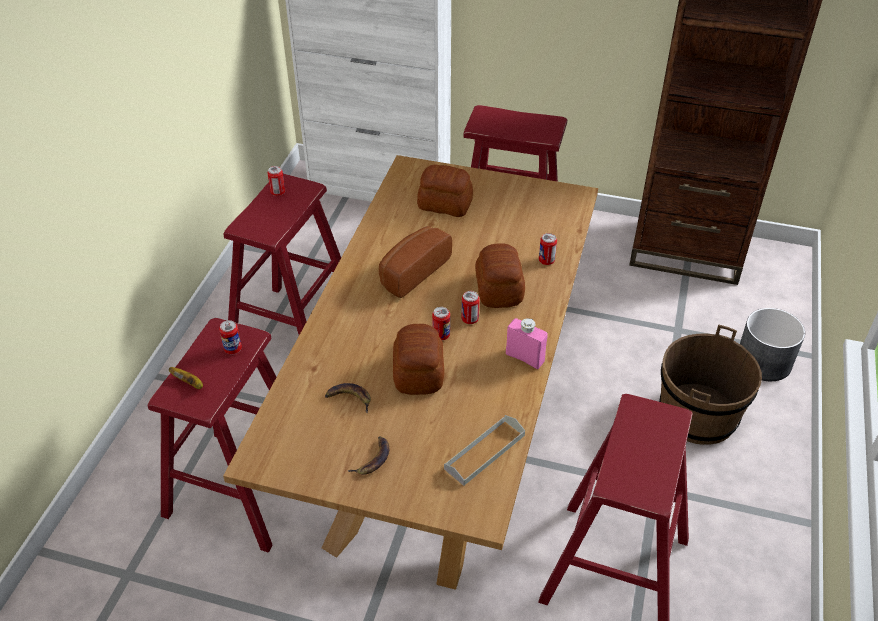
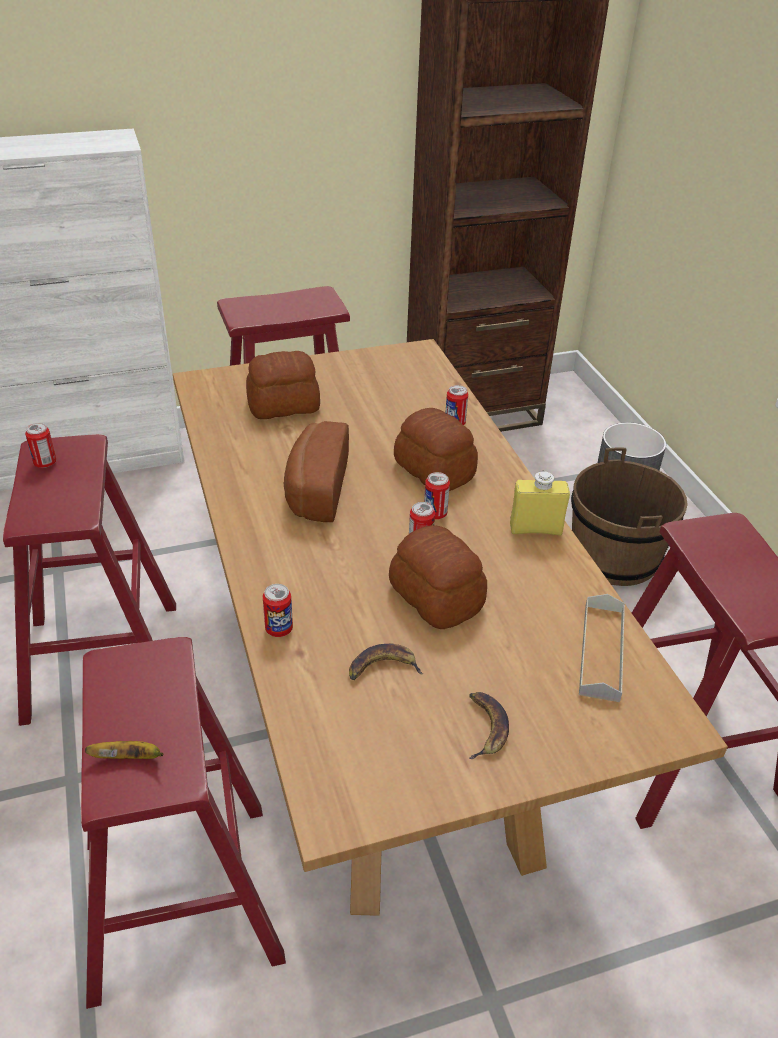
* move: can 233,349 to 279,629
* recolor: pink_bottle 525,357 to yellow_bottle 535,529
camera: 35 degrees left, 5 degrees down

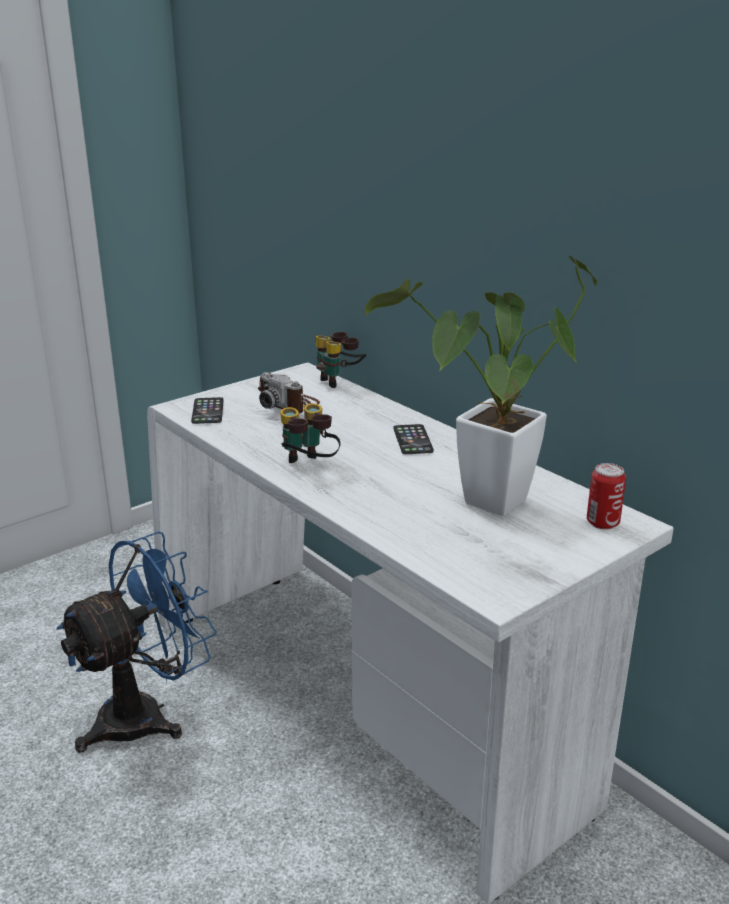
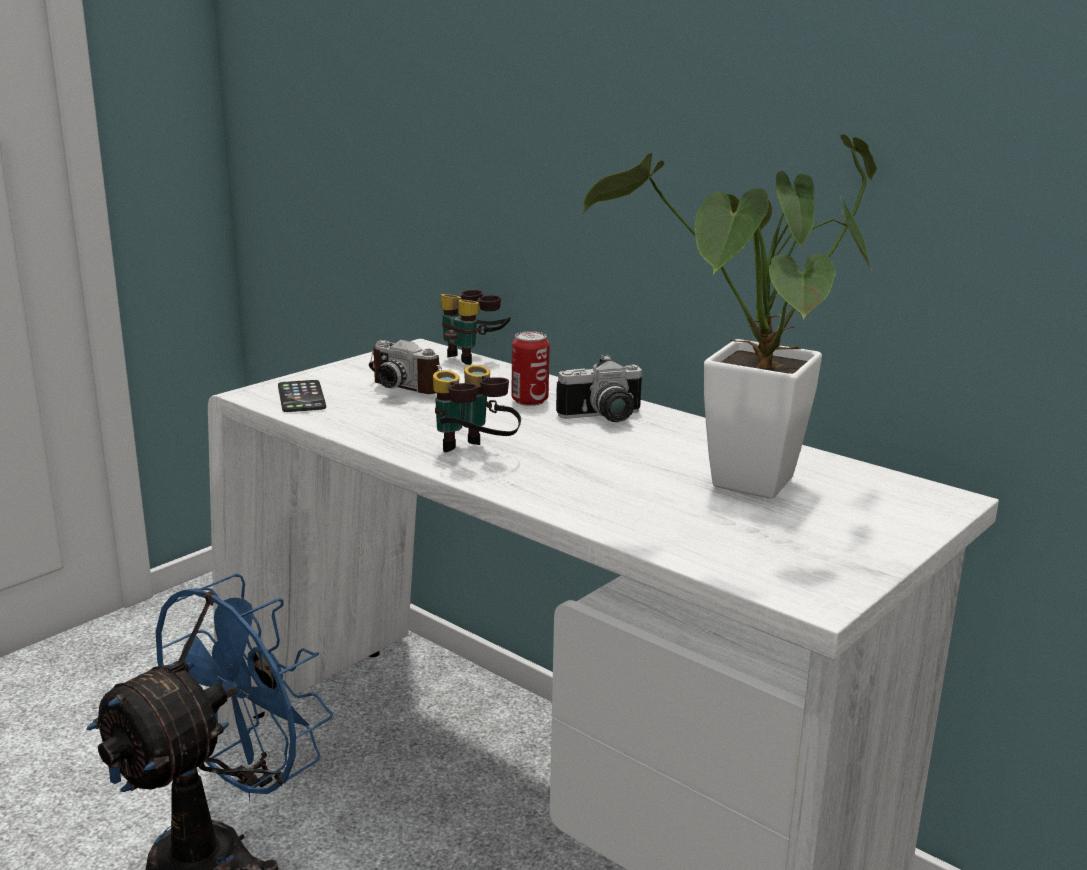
* replace: phone 412,440 to photo_camera 604,418
* move: can 602,523 to 529,401
camera: 10 degrees left, 5 degrees down

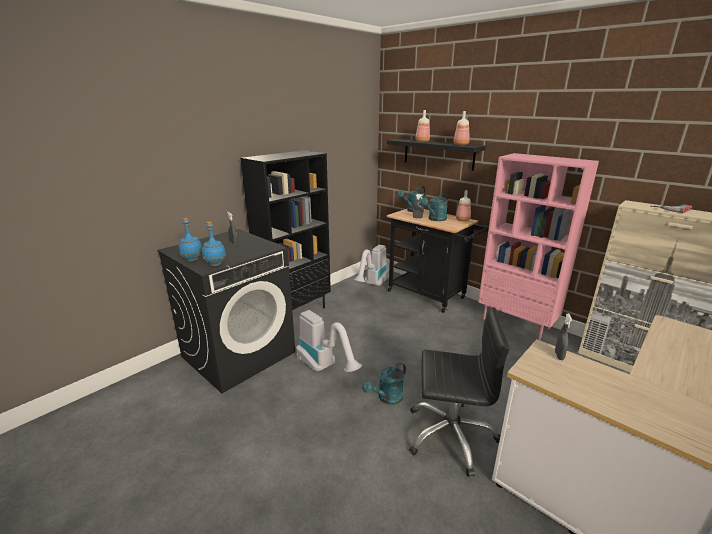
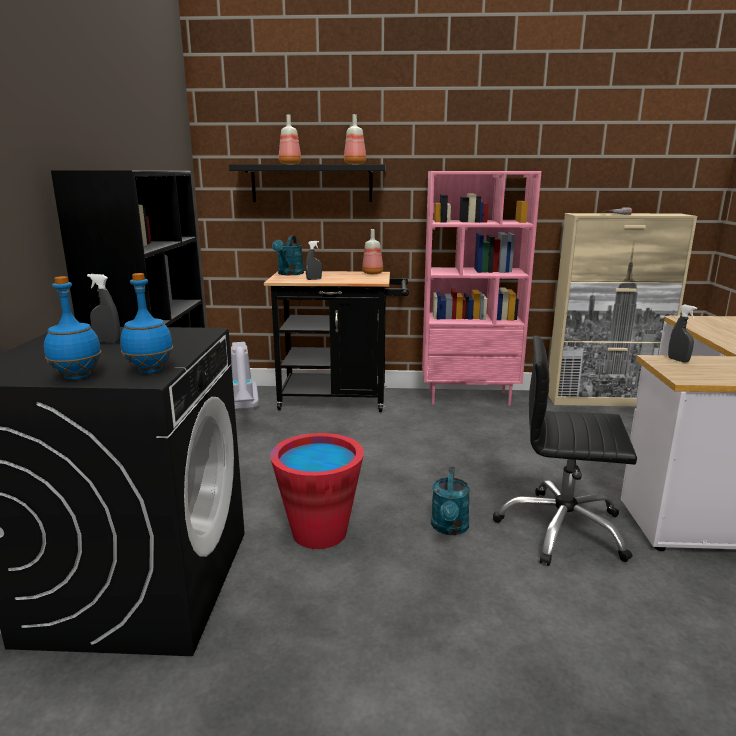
* replace: vacuum_cleaner 325,367 to red_bucket 319,532
* rotate: black_office_chair 450,435 = 562,529 135 degrees counterclockwise
* delete: turquoise_watering_can 435,219
camera: 40 degrees left, 5 degrees down

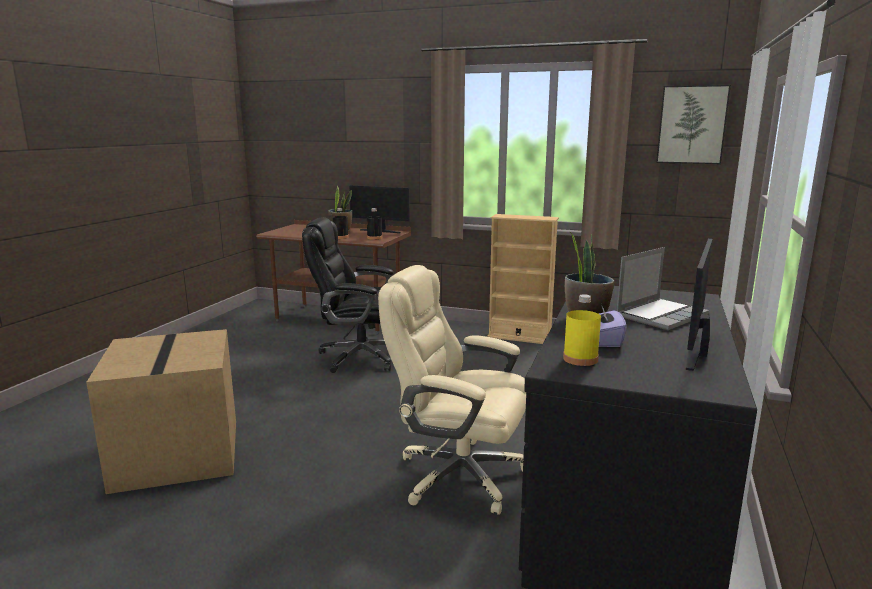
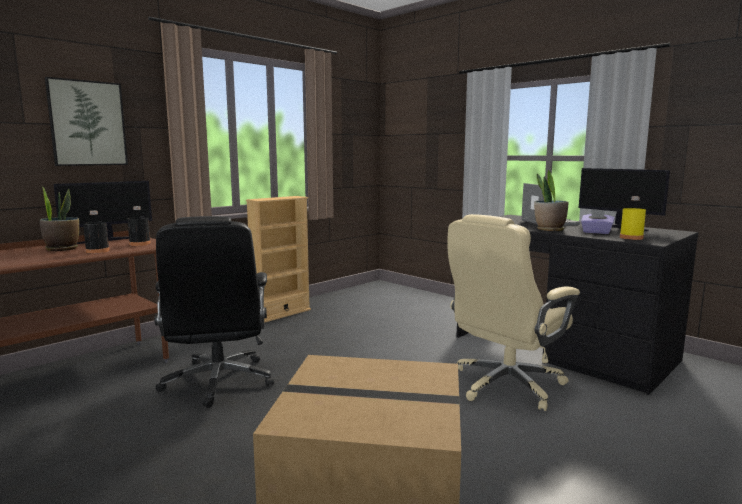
* rotate: black_office_chair 359,357 = 218,382 45 degrees counterclockwise
* move: picture 692,125 to 87,123
camera: 65 degrees left, 5 degrees down

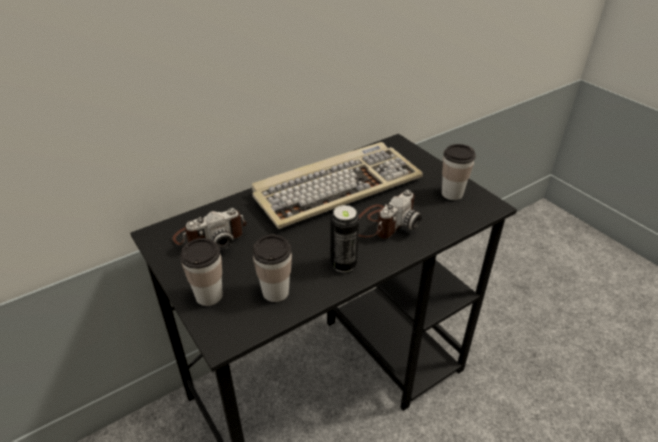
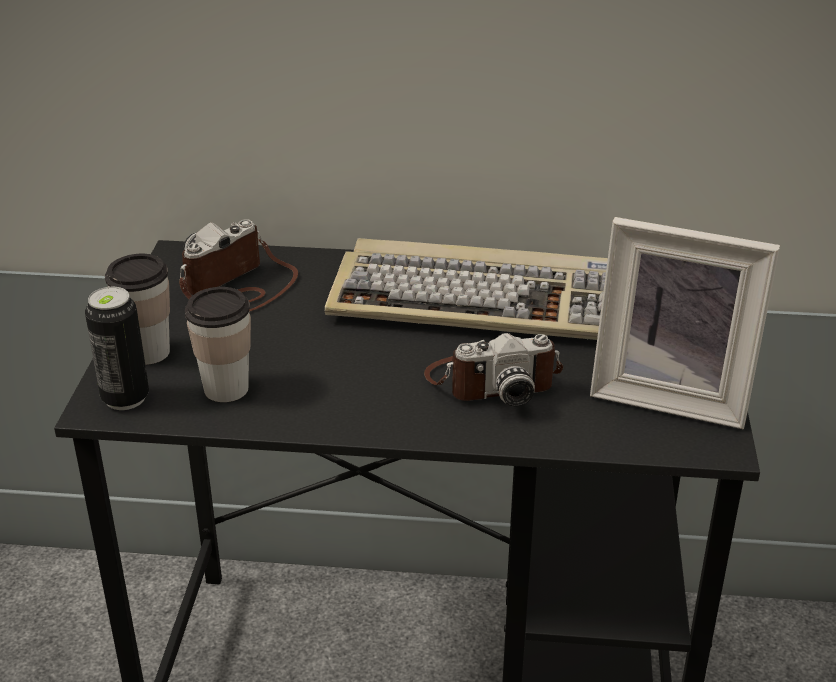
* rotate: photo_camera 210,236 = 239,286 120 degrees clockwise
* move: can 343,264 to 125,398
* replace: cup 452,193 to picture_frame 671,394
camera: 40 degrees right, 5 degrees down

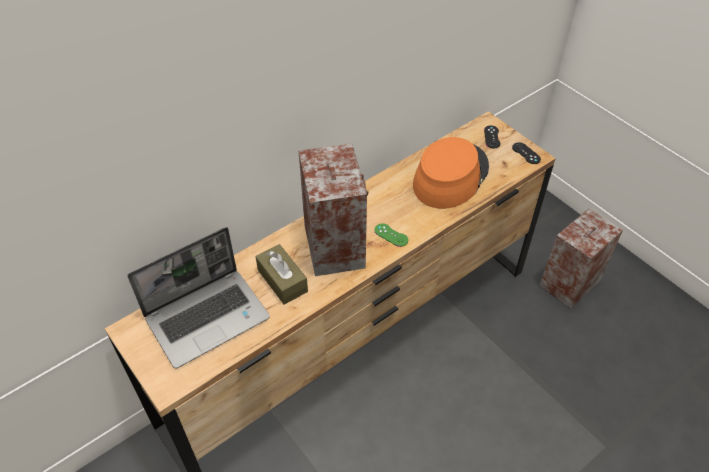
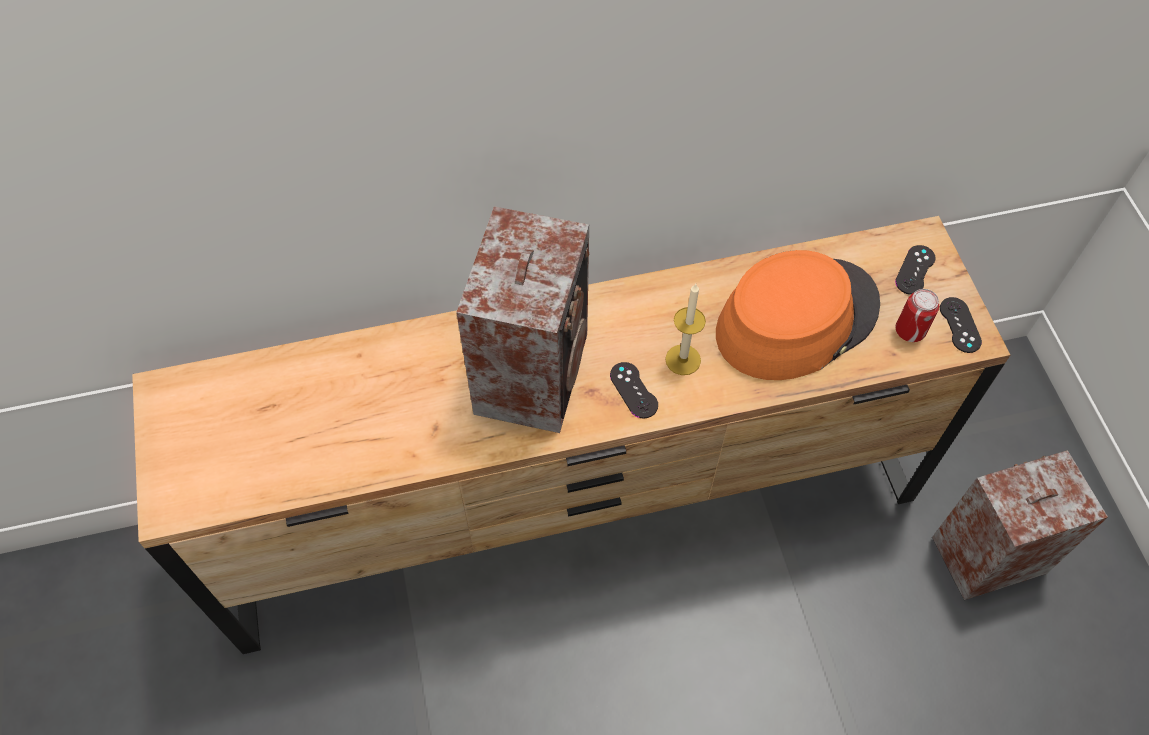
* delete: laptop 208,317
* delete: brown_tissue_box 282,280
* recolor: green_game_controller 391,235 to black_game_controller 633,390
* insert: candle 683,360
* insert: can 910,331
camera: 25 degrees right, 10 degrees up

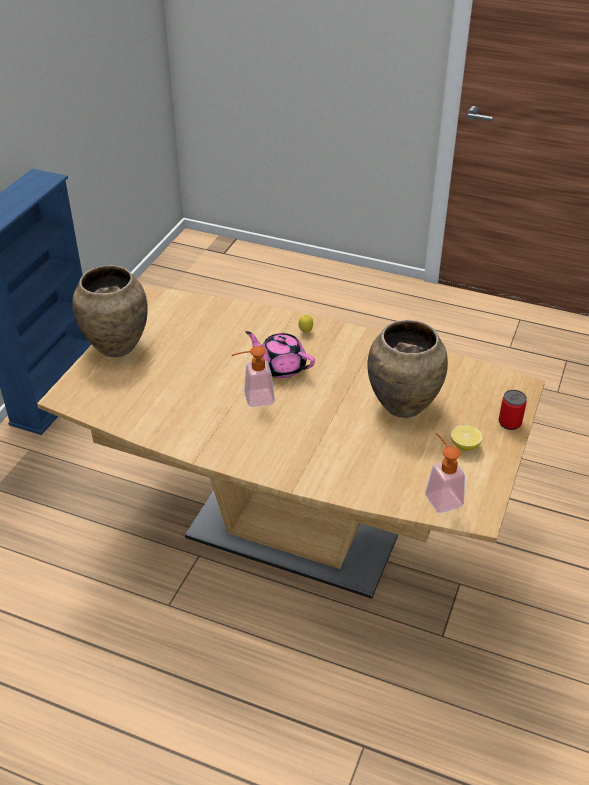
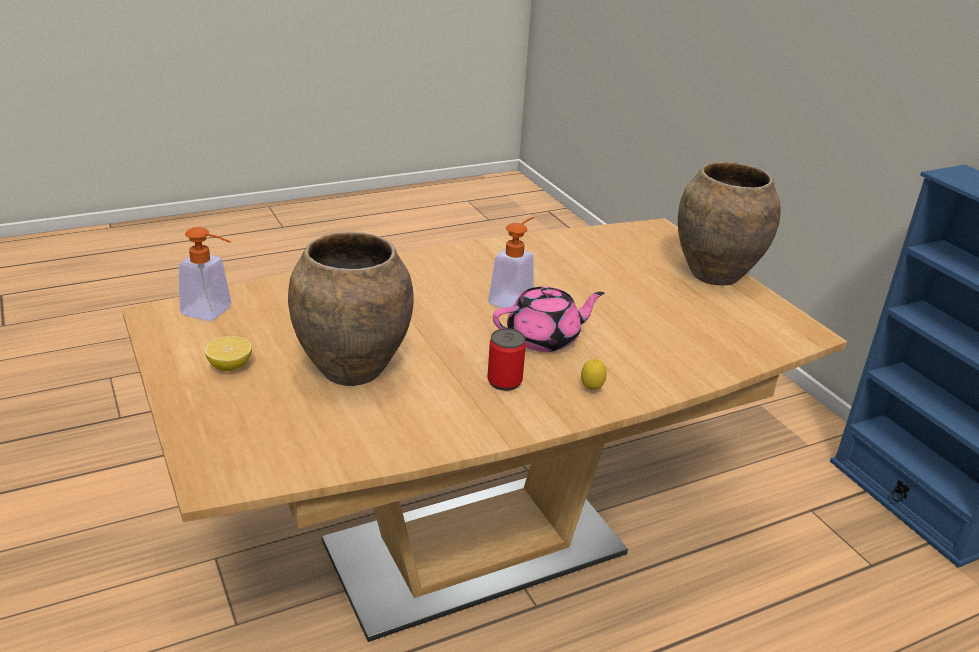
* move: can 509,423 to 504,381
camera: 130 degrees right, 10 degrees down

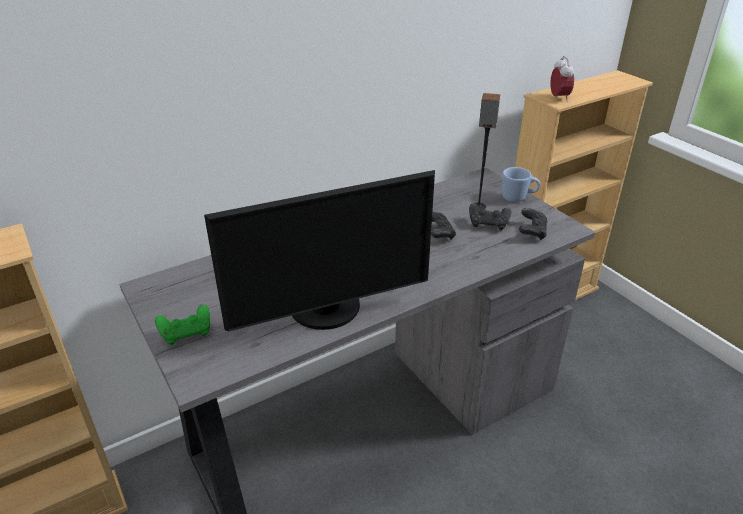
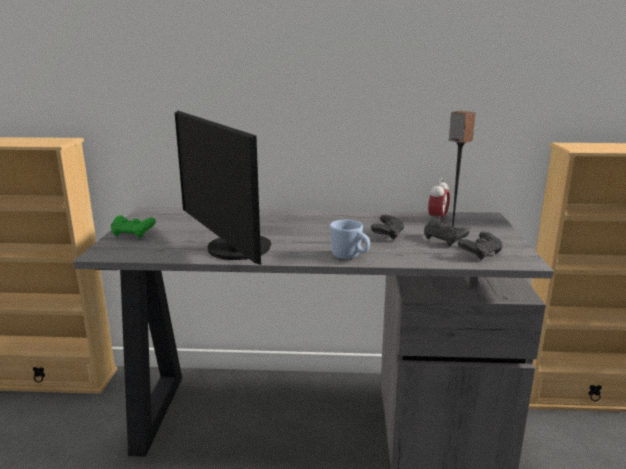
* rotate: monitor 328,311 = 232,249 45 degrees clockwise
* move: blue_mug 518,198 to 350,257
* move: alarm_clock 559,98 to 437,219
camera: 35 degrees right, 15 degrees down

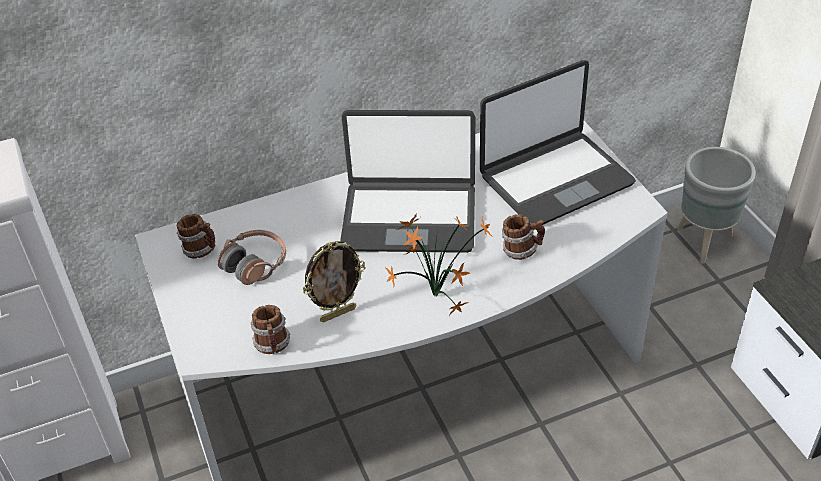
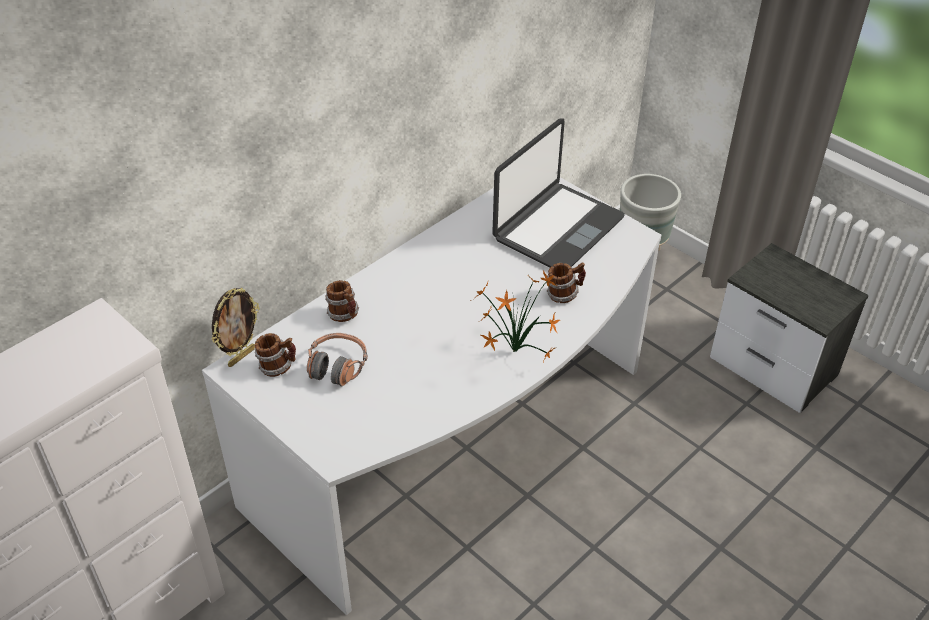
* move: mug 273,345 to 344,315
* move: picture_frame 338,313 to 241,356
* delete: laptop 409,217
camera: 25 degrees left, 0 degrees up

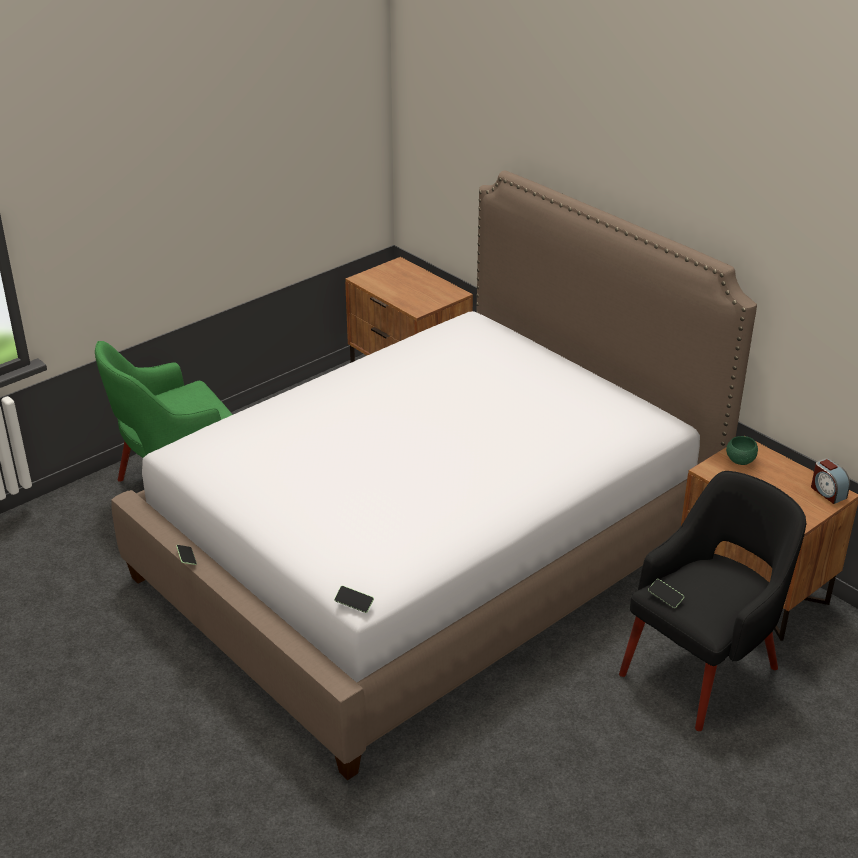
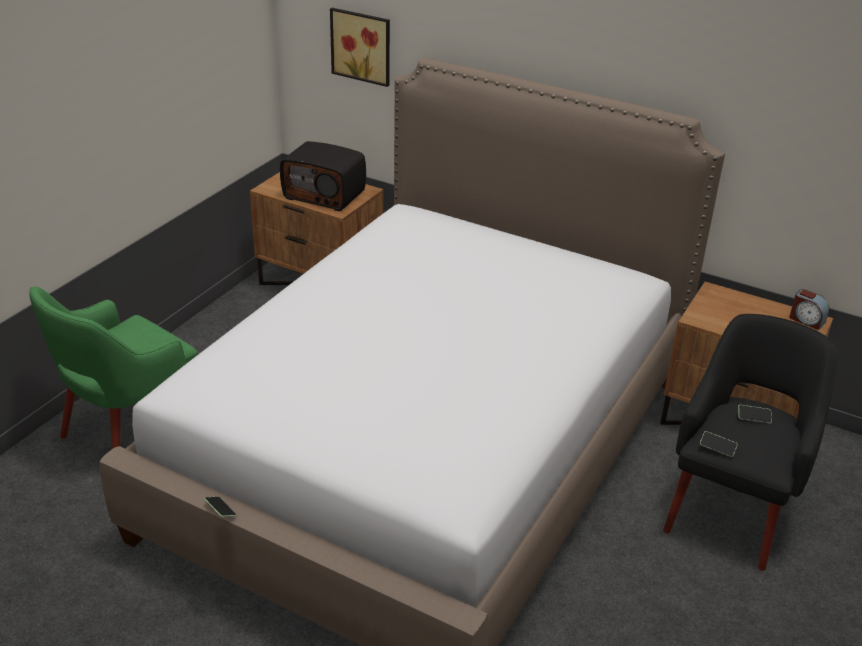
* move: phone 354,603 to 753,418
* delete: green_bowl 740,461
* insert: radio 325,195
* insert: picture 362,45
camera: 20 degrees left, 0 degrees up

